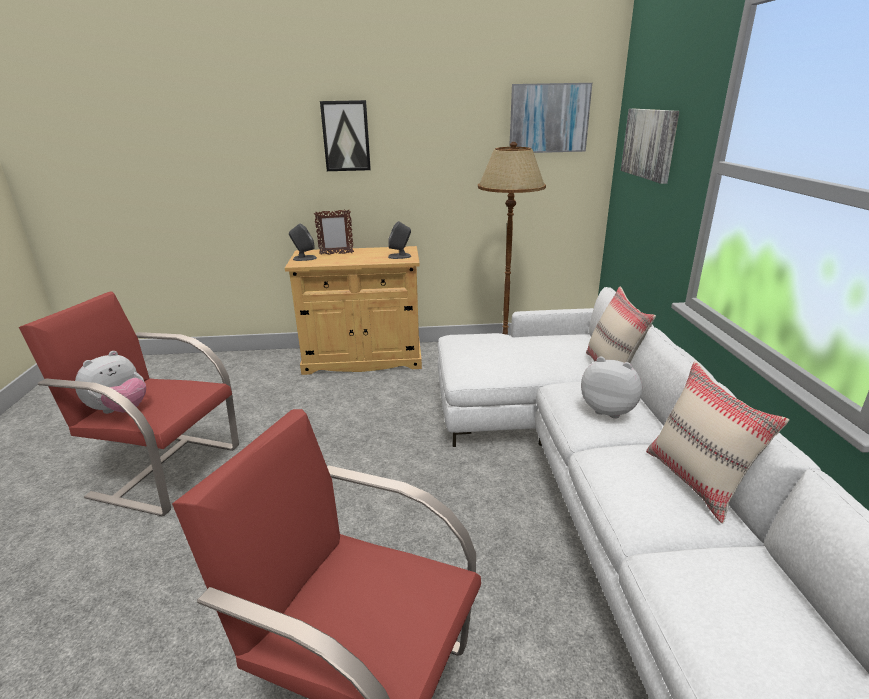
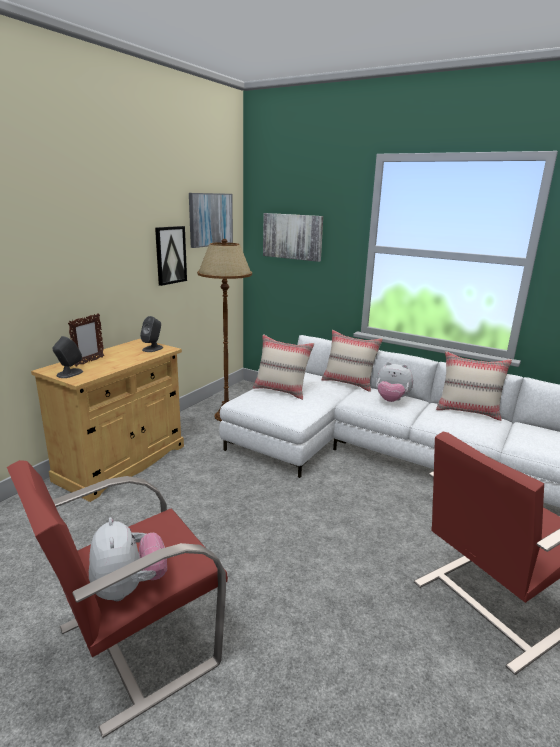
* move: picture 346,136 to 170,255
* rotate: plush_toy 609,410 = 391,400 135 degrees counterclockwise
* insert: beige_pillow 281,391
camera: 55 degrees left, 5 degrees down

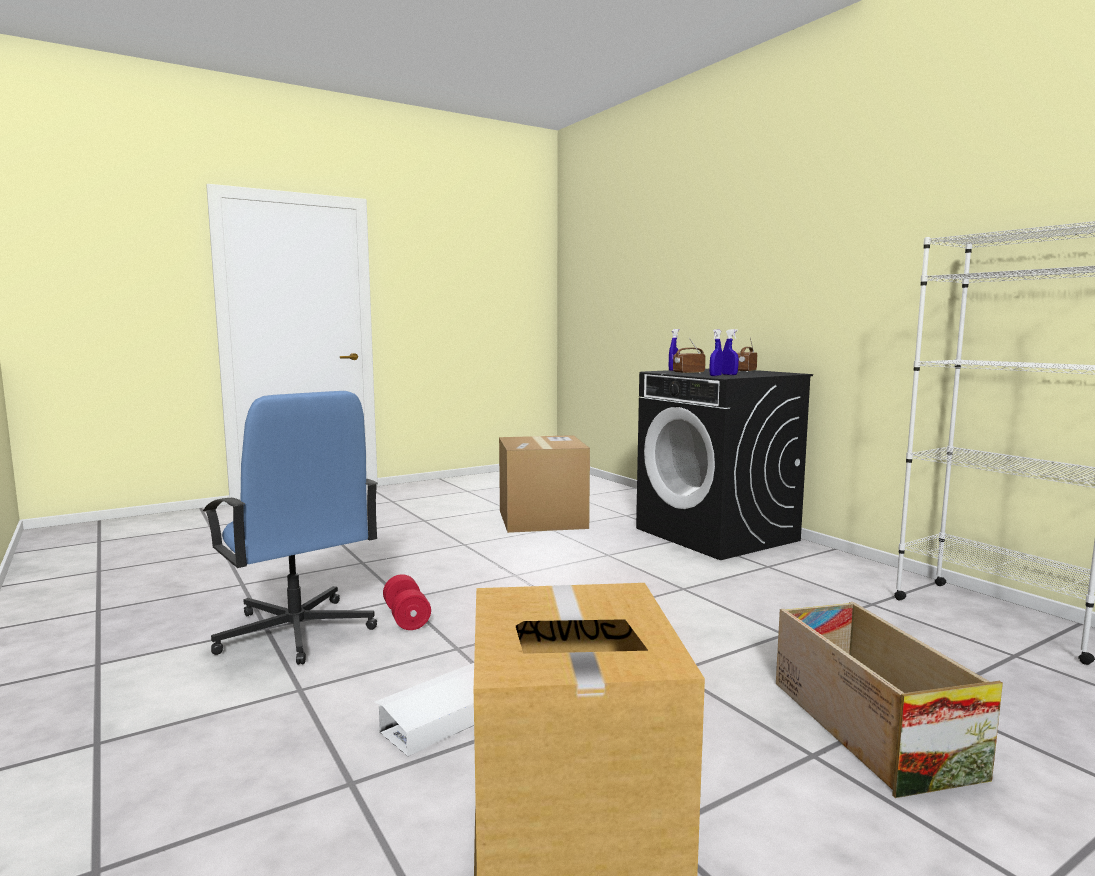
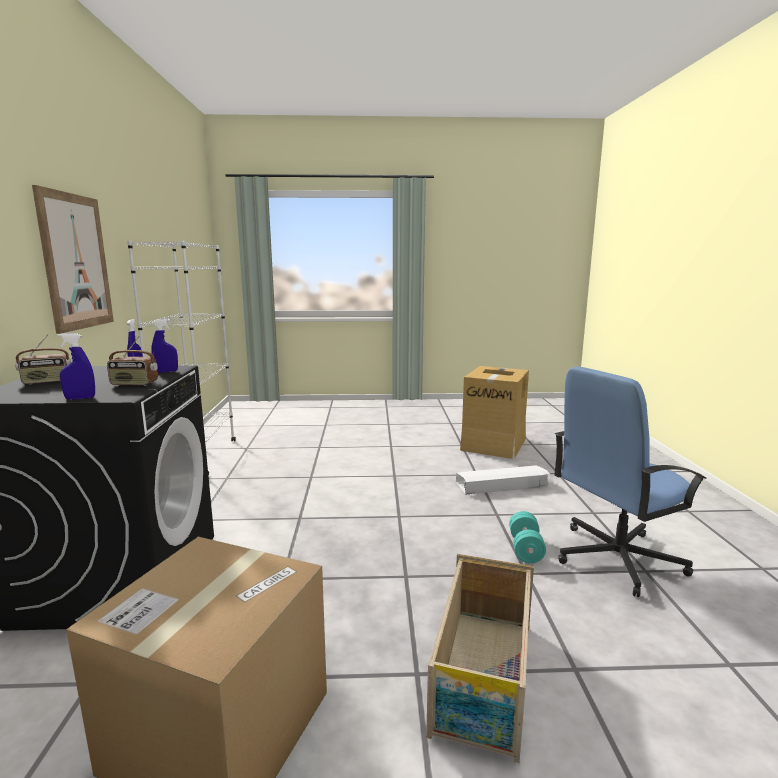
* rotate: blue_office_chair 296,632 = 615,558 105 degrees counterclockwise
* recolor: red_dumbbell 406,618 to turquoise_dumbbell 525,549
* move: crate 867,726 to 483,677
* insert: picture 76,262
camera: 150 degrees left, 5 degrees up

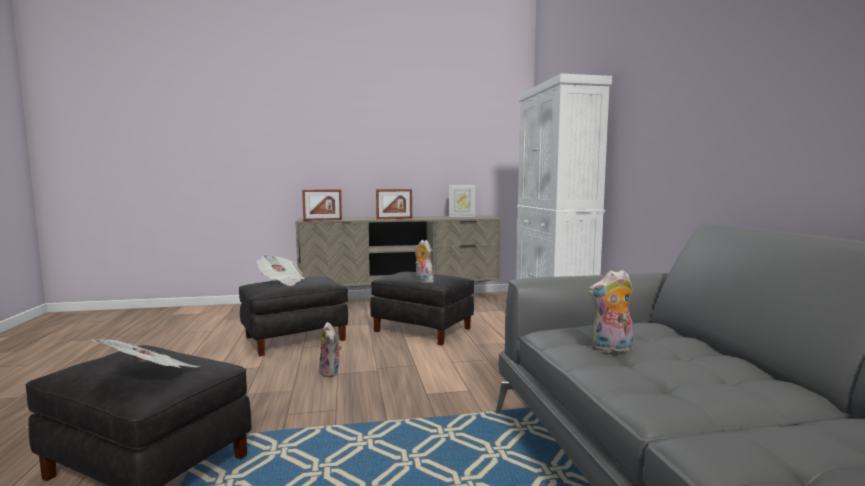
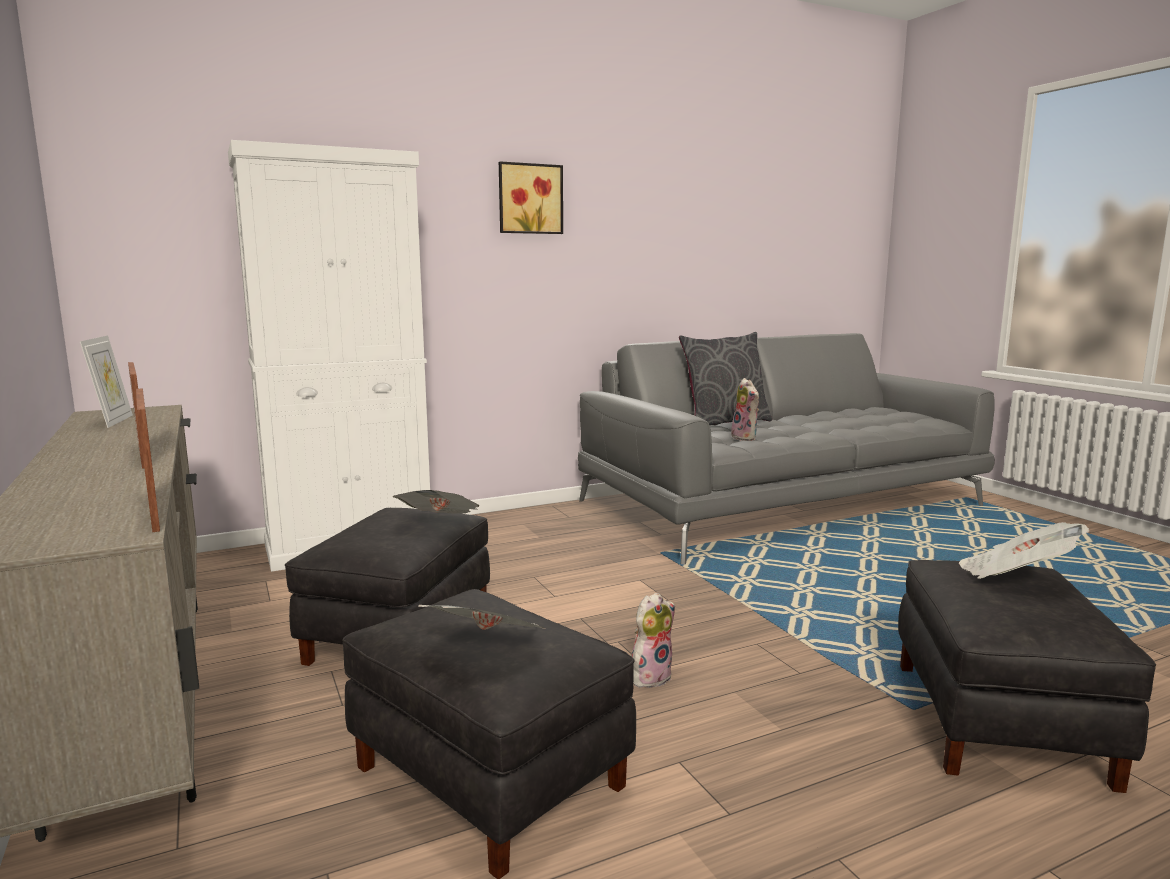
* replace: plush_toy 423,281 to newspaper 440,525
* insert: picture 529,199
* insert: grey_pillow 724,422
camera: 105 degrees left, 5 degrees up

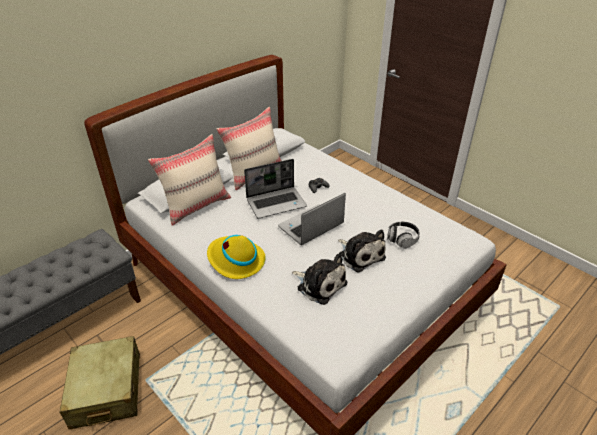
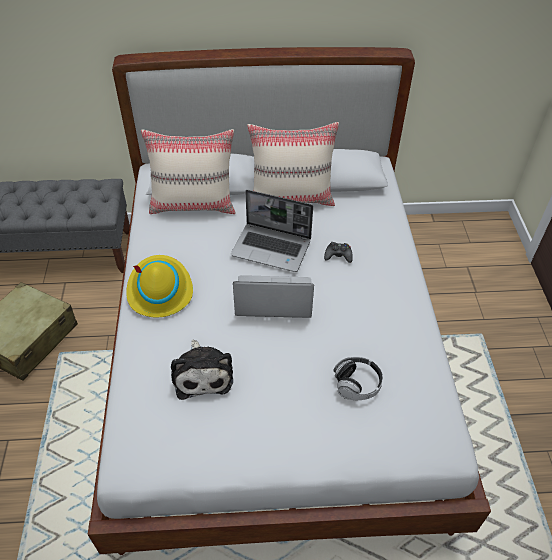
* delete: plush_toy 360,255
camera: 40 degrees right, 10 degrees up

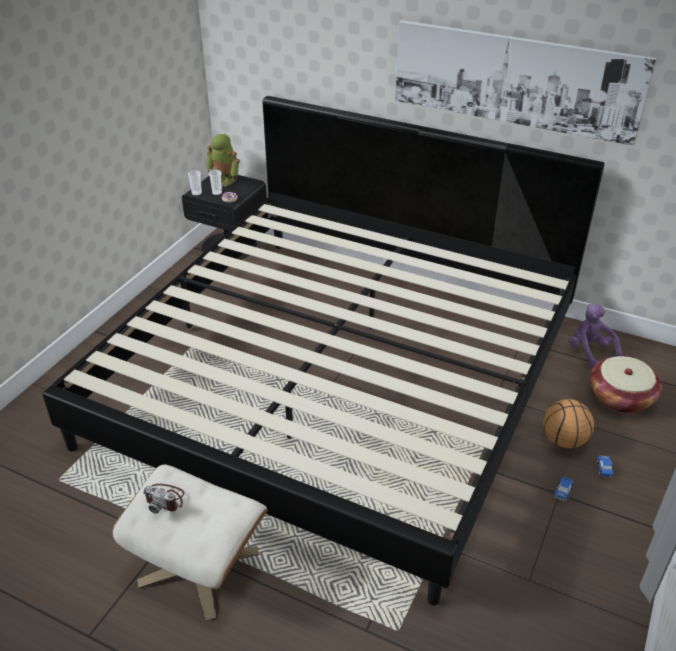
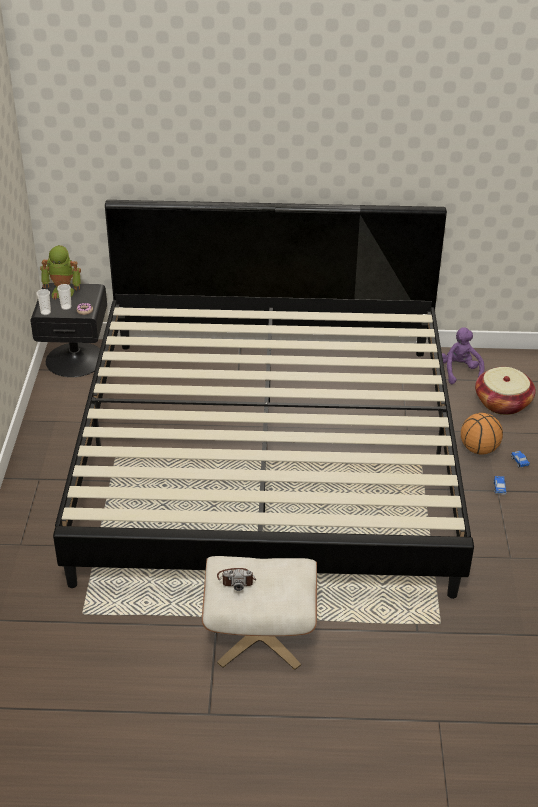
* delete: picture 515,80
* rotate: purple_plush_toy 589,352 = 459,372 45 degrees clockwise
camera: 25 degrees left, 0 degrees up

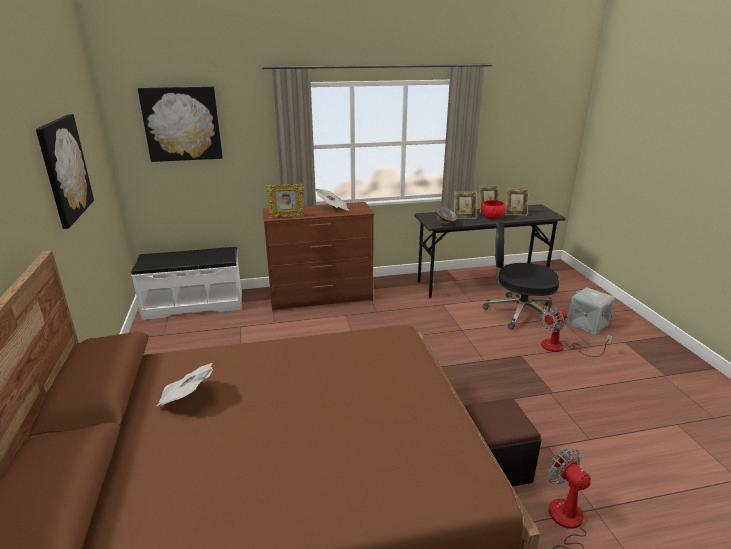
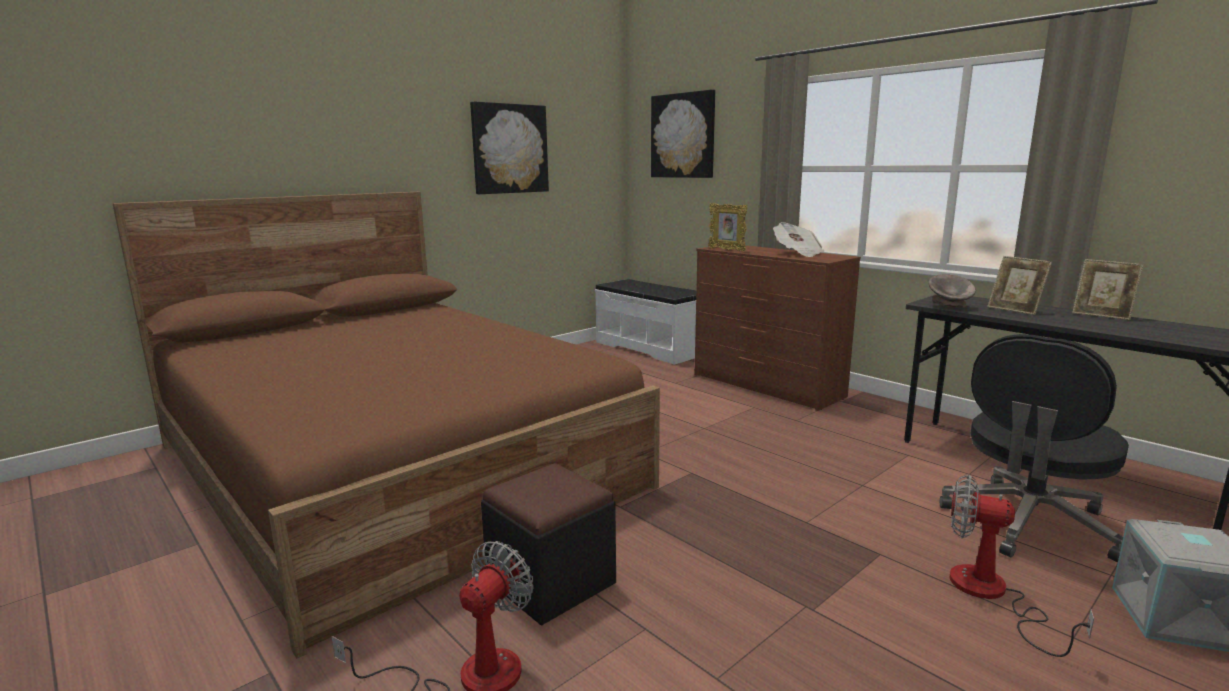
* delete: newspaper 186,397
* delete: red_bowl 492,217
* rotate: black_office_chair 518,312 = 1028,524 120 degrees counterclockwise
* delete: picture_frame 515,214
camera: 60 degrees right, 10 degrees down

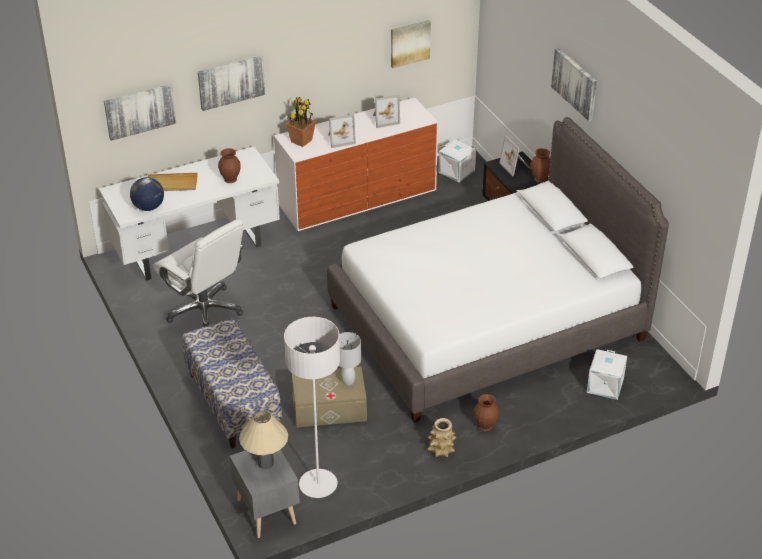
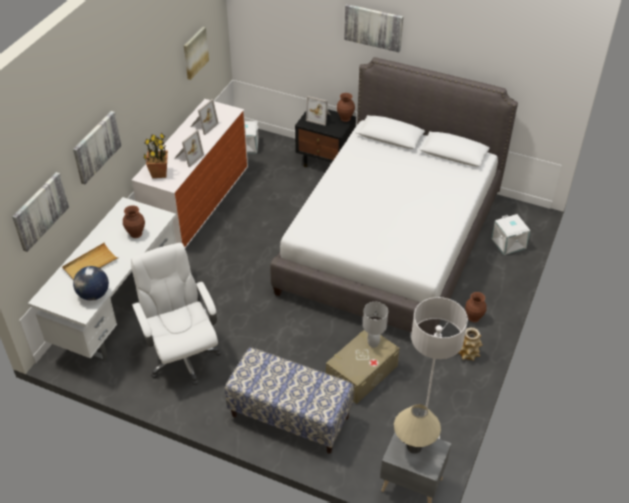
* rotate: white_office_chair 205,310 = 182,356 120 degrees counterclockwise
camera: 40 degrees left, 5 degrees up

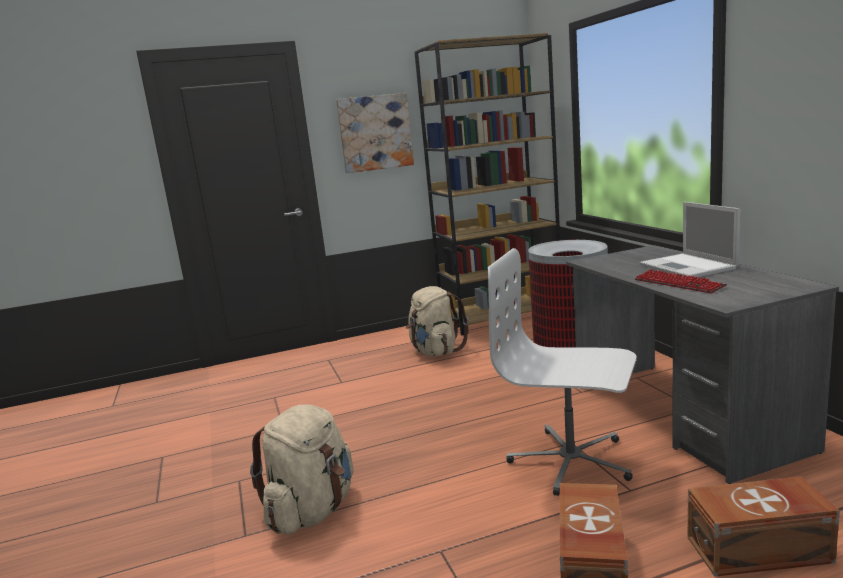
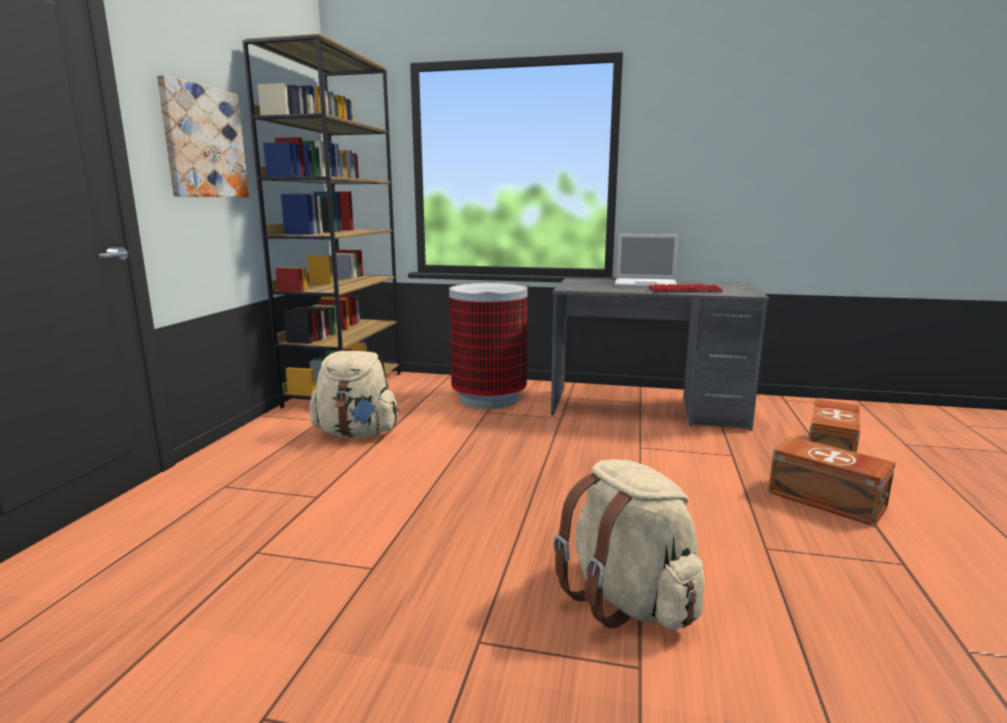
* delete: white_office_chair 571,461
camera: 60 degrees left, 0 degrees up

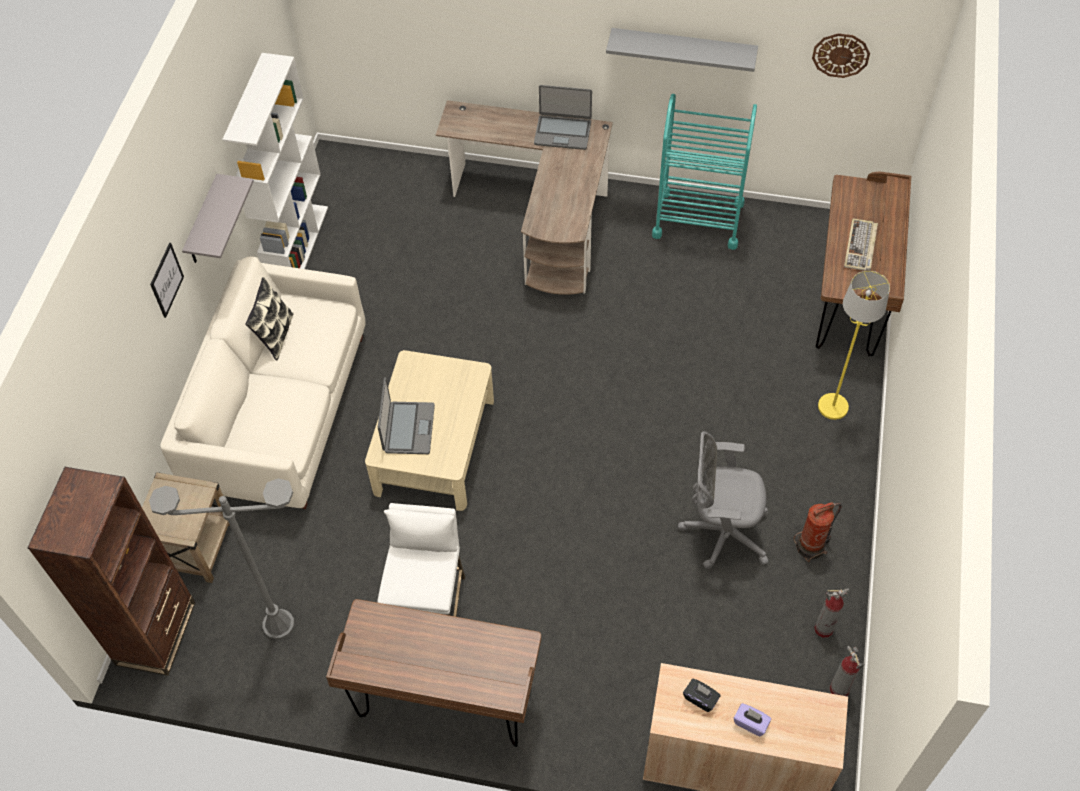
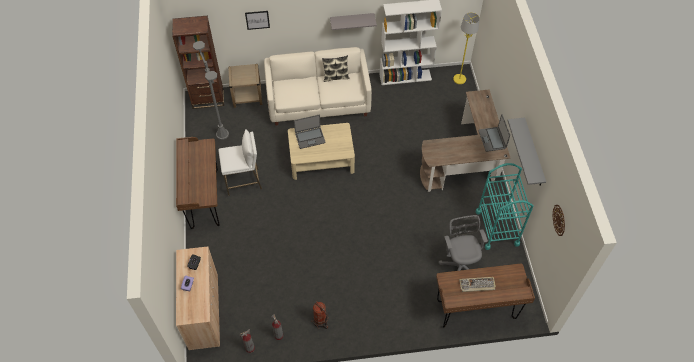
* move: picture 166,280 to 257,20
* move: grey_office_chair 721,532 to 459,265
* move: yellow_floor_lamp 832,406 to 459,79
camera: 70 degrees right, 0 degrees up

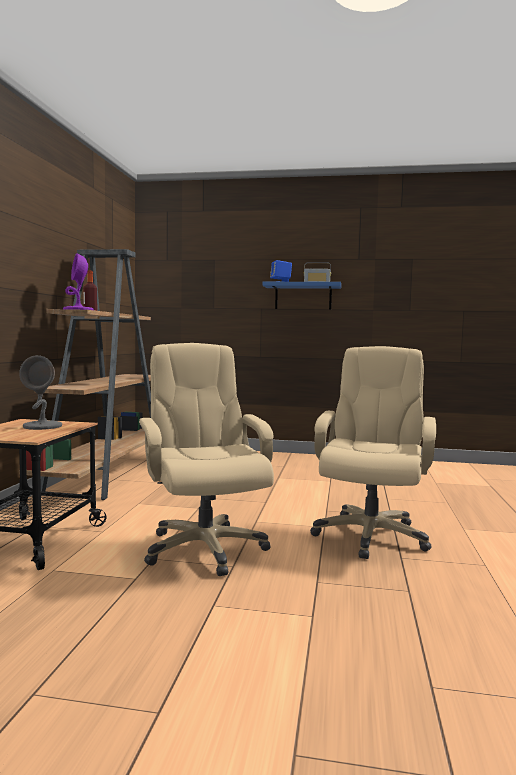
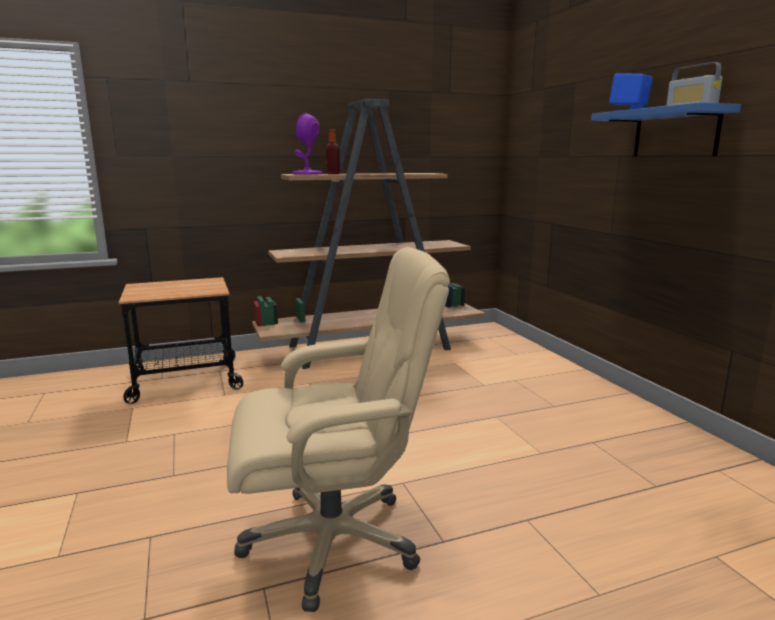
* delete: grey_table_lamp 43,426
* delete: beige_office_chair 204,548
camera: 60 degrees right, 10 degrees up

